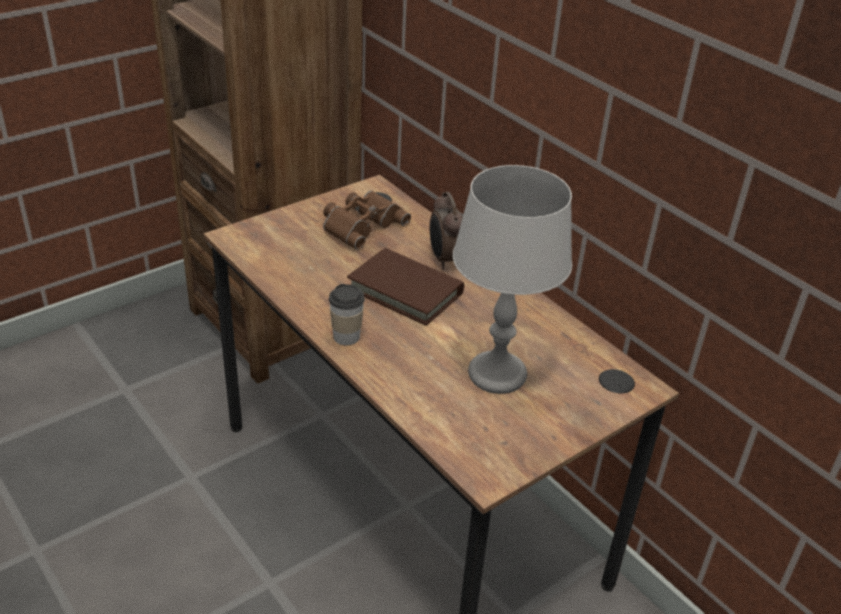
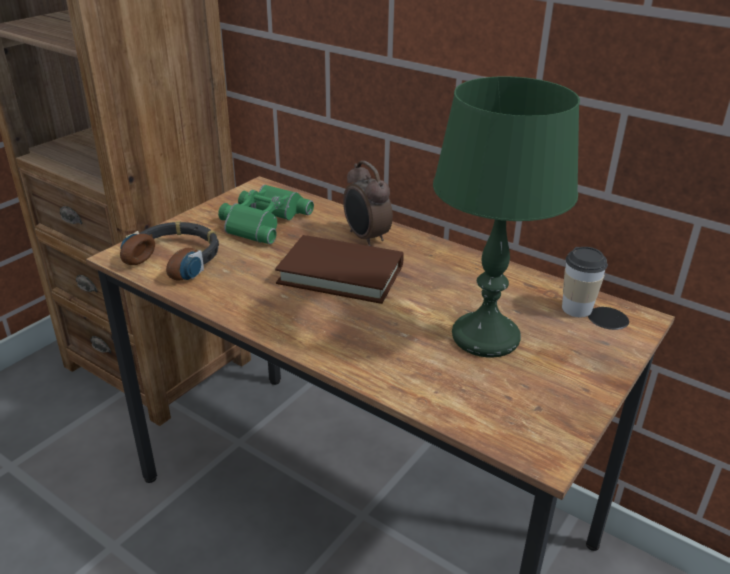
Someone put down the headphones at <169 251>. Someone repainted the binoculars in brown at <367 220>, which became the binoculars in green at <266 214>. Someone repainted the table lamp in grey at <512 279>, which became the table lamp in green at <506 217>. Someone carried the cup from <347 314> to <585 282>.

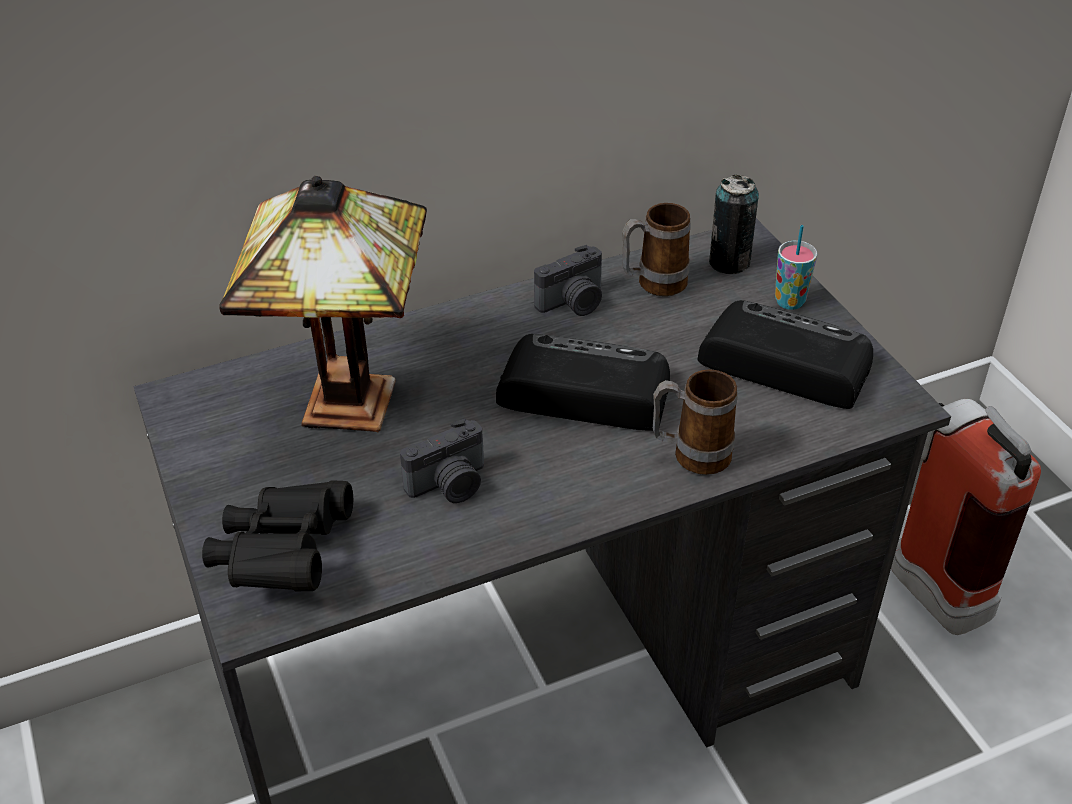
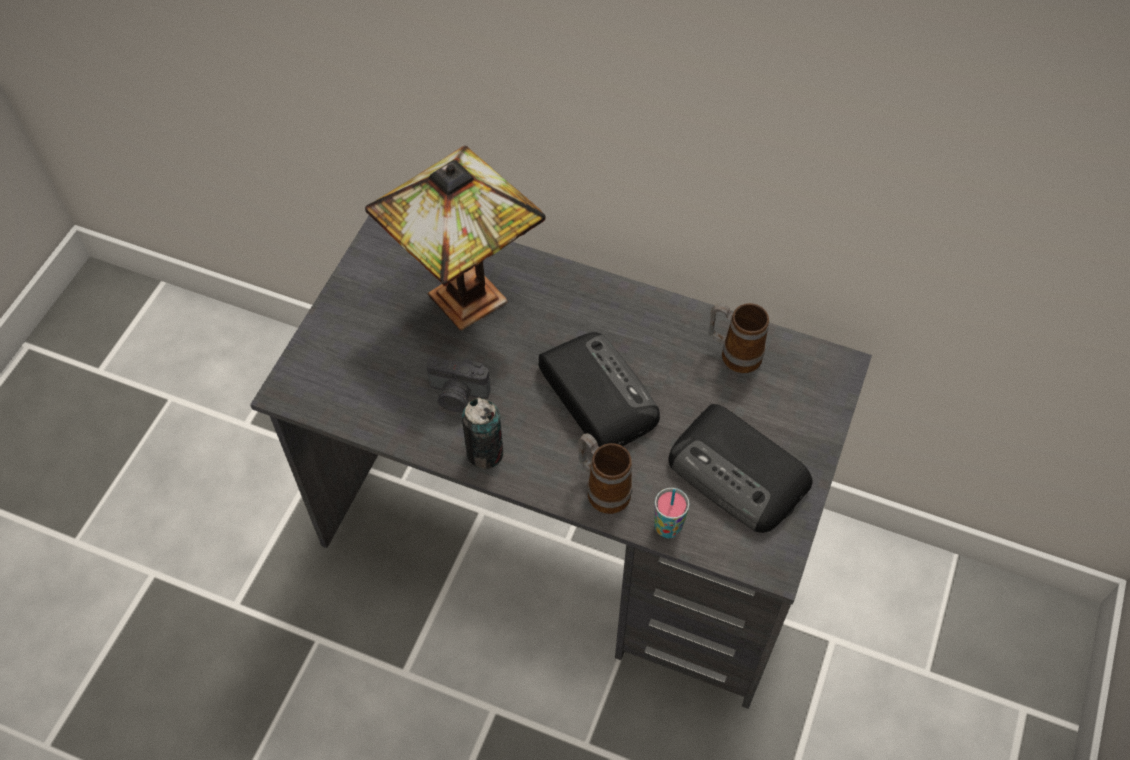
Someone carried the can from <734 224> to <483 433>. Someone carried the cup from <796 267> to <672 513>. Someone rotated the radio at <785 354> by 150 degrees clockwise. Someone took away the binoculars in black at <277 535>. Someone took away the photo camera at <568 280>. Someone took away the fire extinguisher at <966 517>.

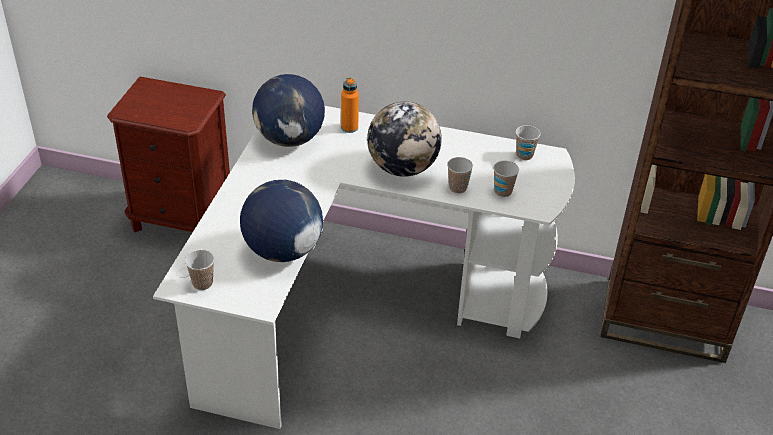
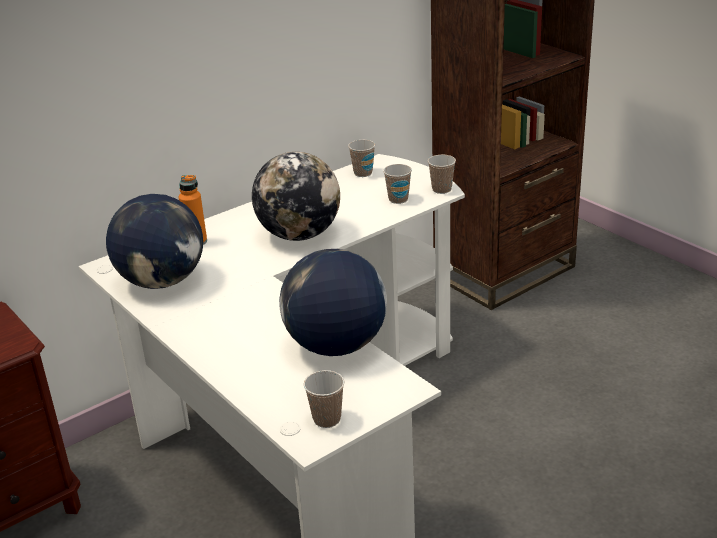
Someone carried the cup from <460 175> to <442 174>.

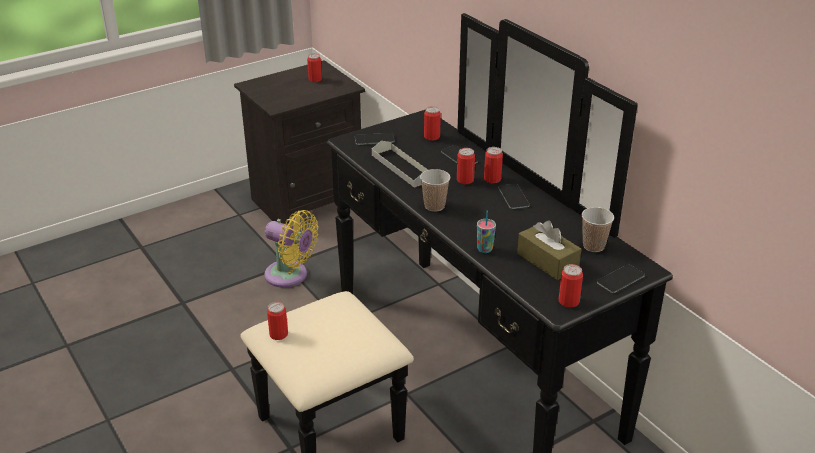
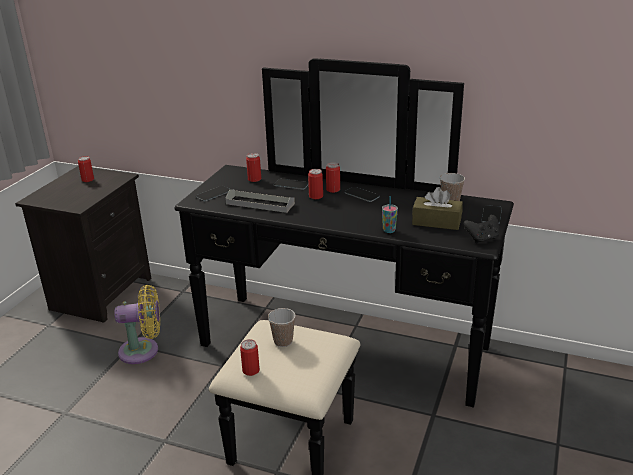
Someone carried the cup from <435 190> to <282 327>. Someone swapped the can at <570 286> for the game controller in black at <482 228>.

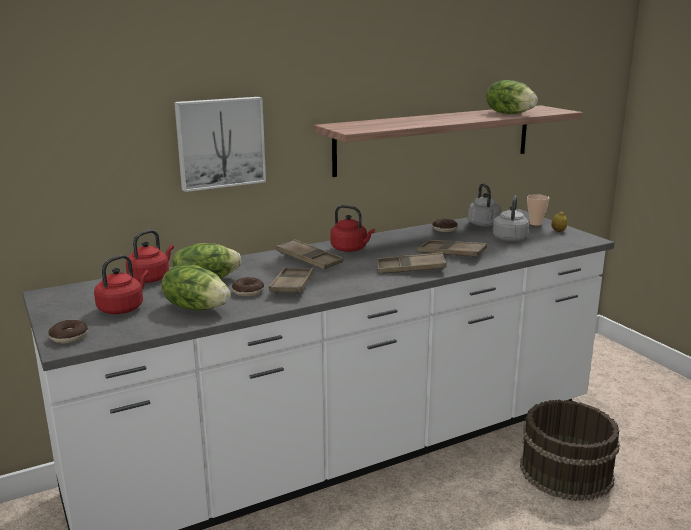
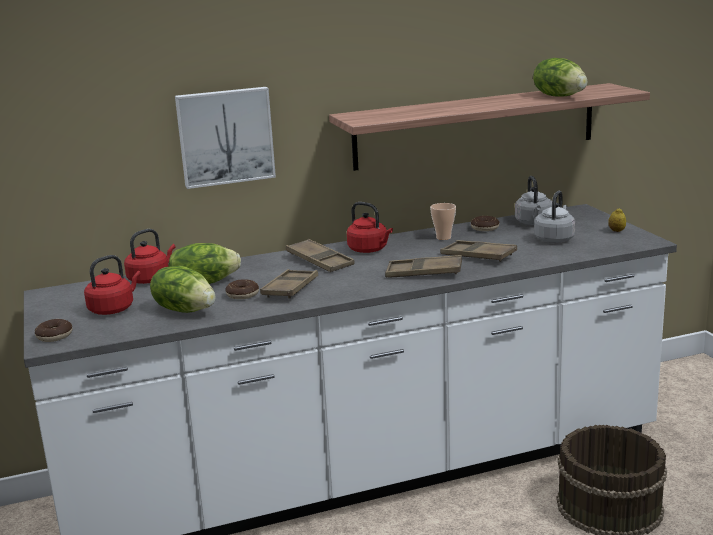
Someone carried the cup from <538 210> to <443 221>.

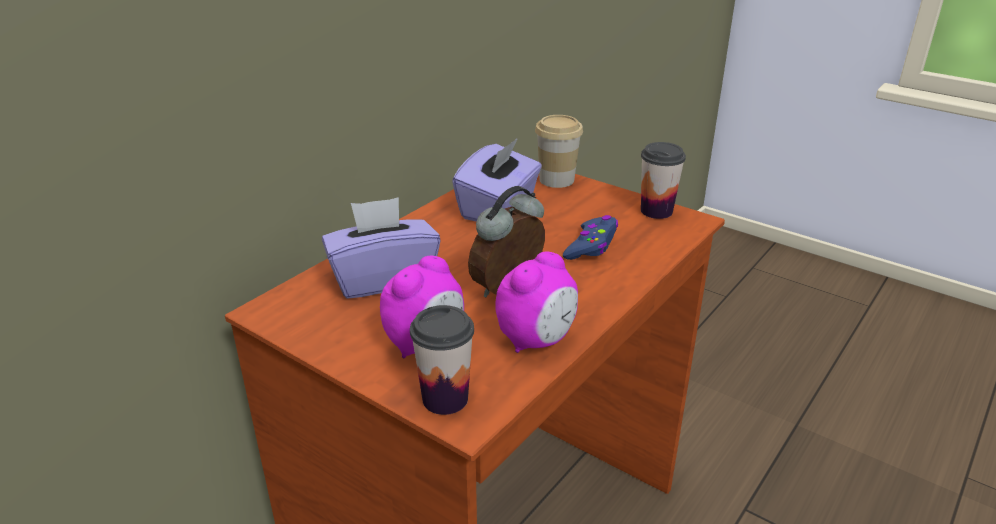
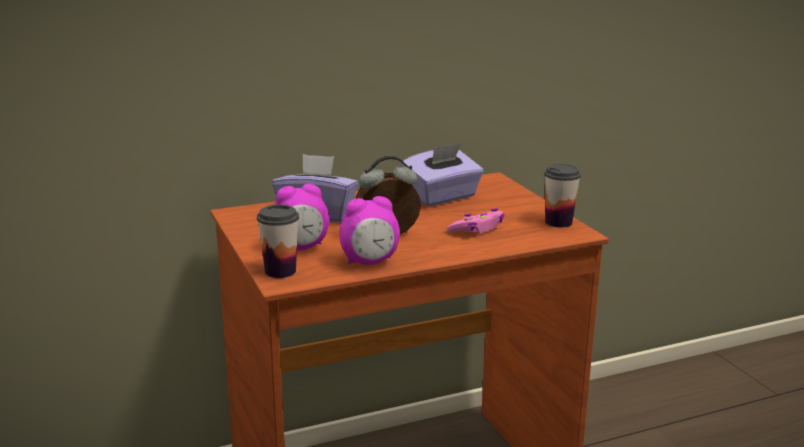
Someone repainted the game controller in blue at <590 237>, which became the game controller in pink at <475 220>. Someone took away the cup at <559 151>.

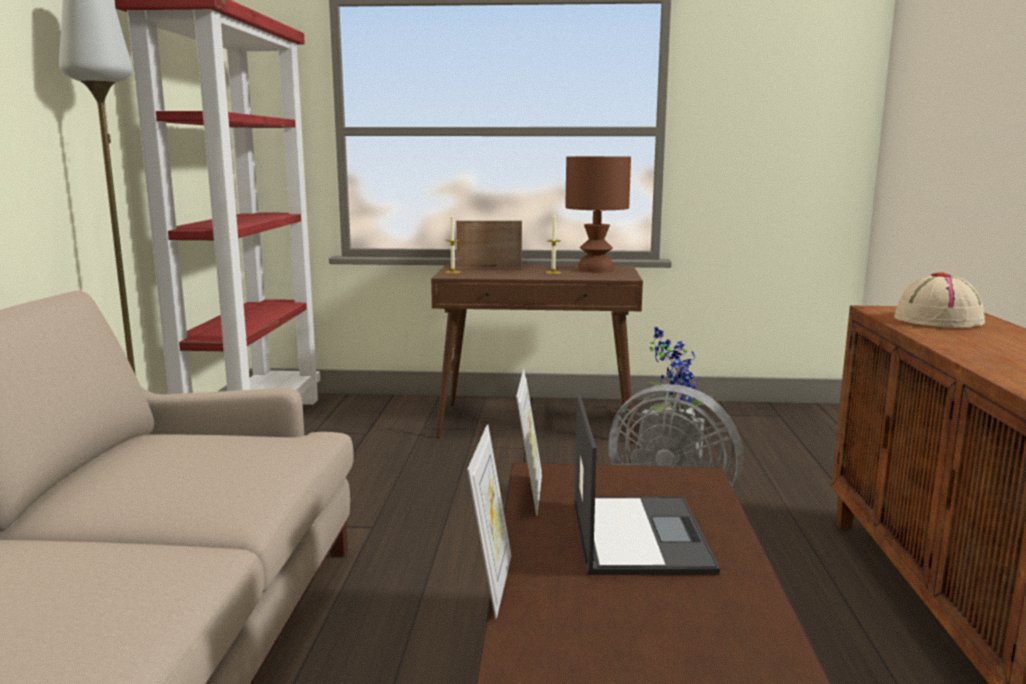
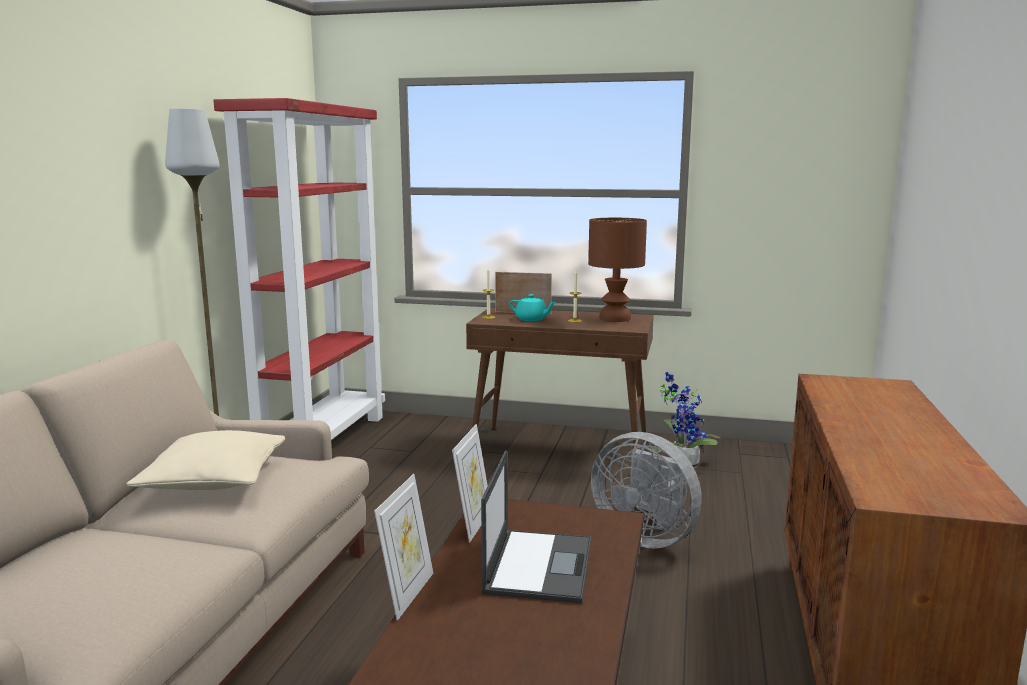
Someone put down the pillow in beige at <206 460>. Someone put down the teapot in turquoise at <533 307>. Someone took away the hat in beige at <939 300>.

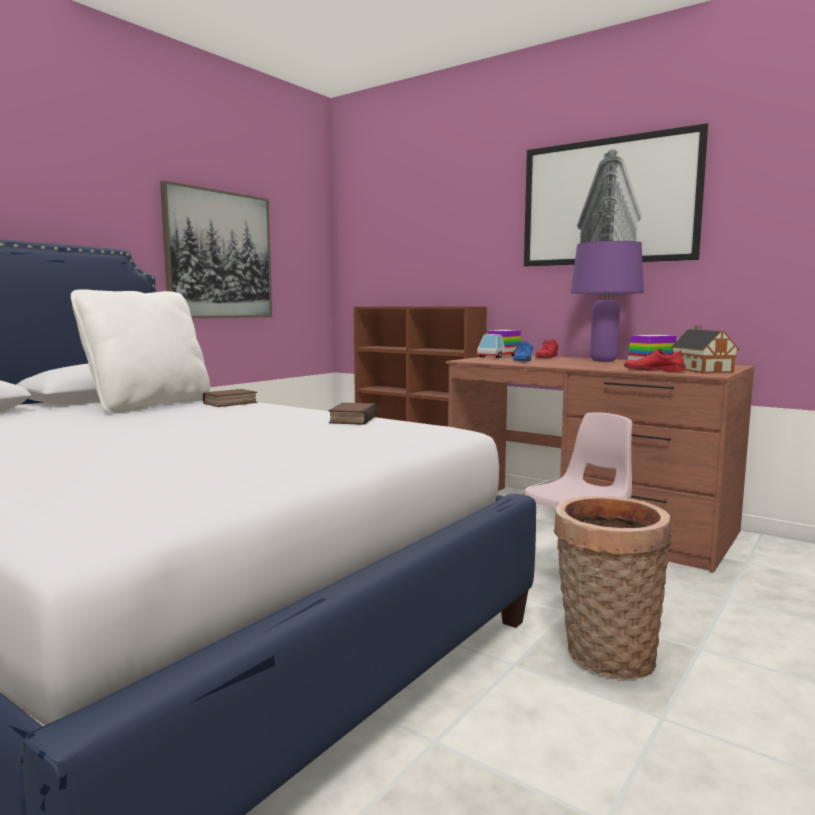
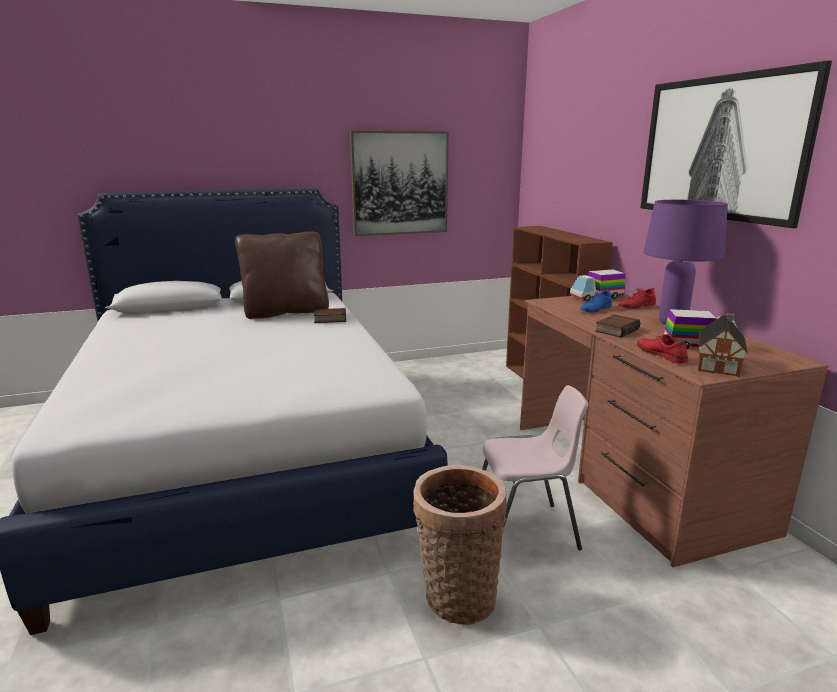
Someone repainted the pillow in white at <140 351>, which became the pillow in brown at <282 275>. Someone carried the book from <352 414> to <617 326>.

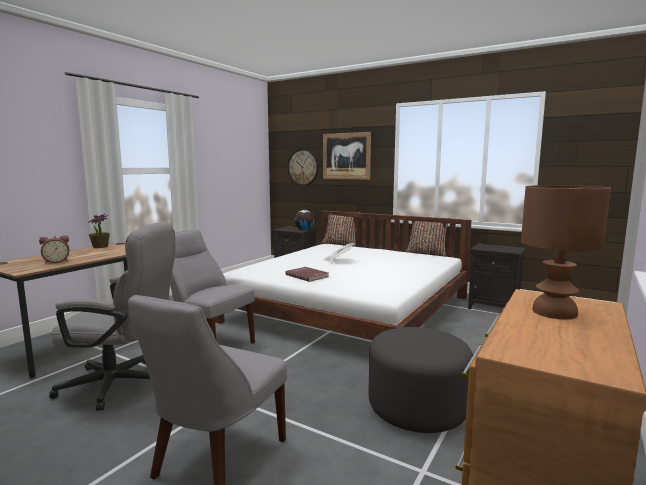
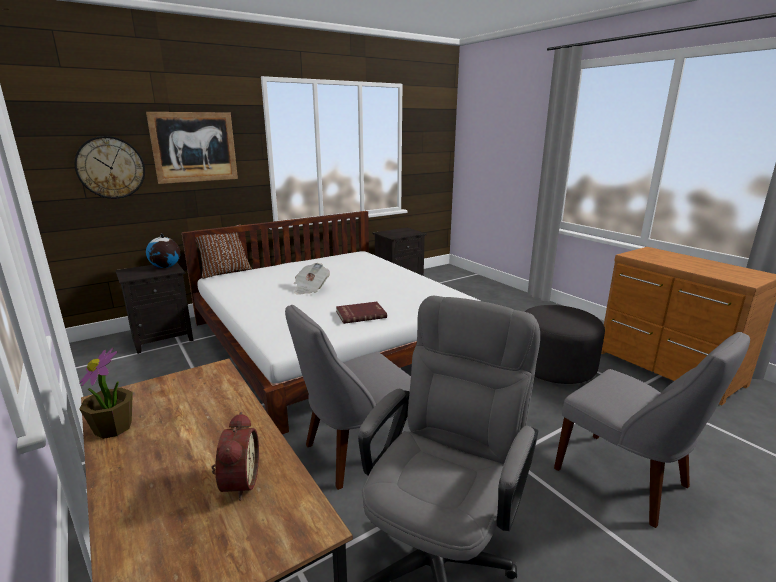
Someone took away the pillow in brown at <428 237>. Someone took away the table lamp in brown at <566 252>.

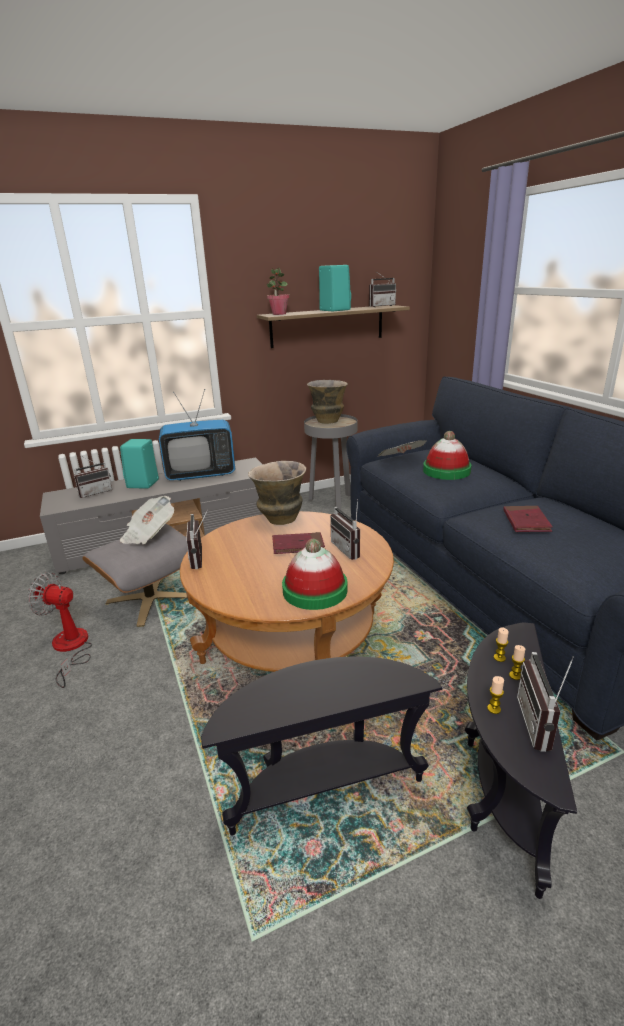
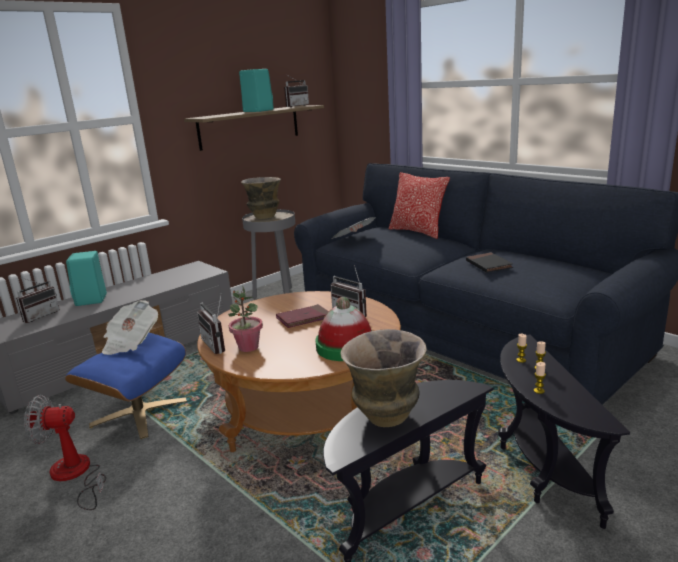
Someone repainted the ottoman in grey at <135 575>, which became the ottoman in blue at <126 386>. Someone carried the potted plant from <278 291> to <245 319>. Someone carried the vase from <277 493> to <383 378>. Someone put down the pillow at <419 205>. Someone repainted the book in red at <528 519>, which became the book in black at <489 263>. Someone took away the television at <197 435>. Someone took away the hat at <447 455>. Someone took away the radio at <545 702>.

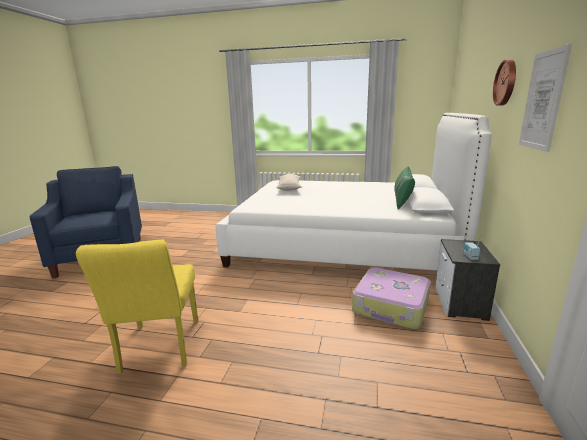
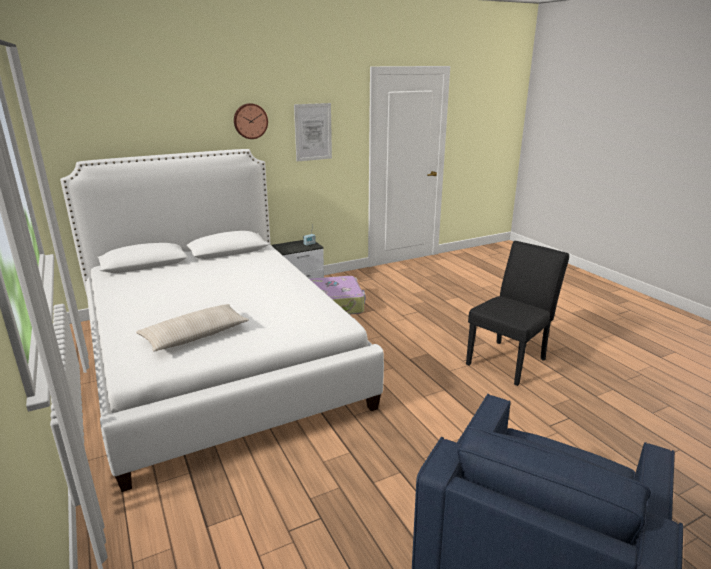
Someone repainted the chair in yellow at <137 307>, which became the chair in black at <517 313>. Someone took away the pillow in green at <404 187>.

